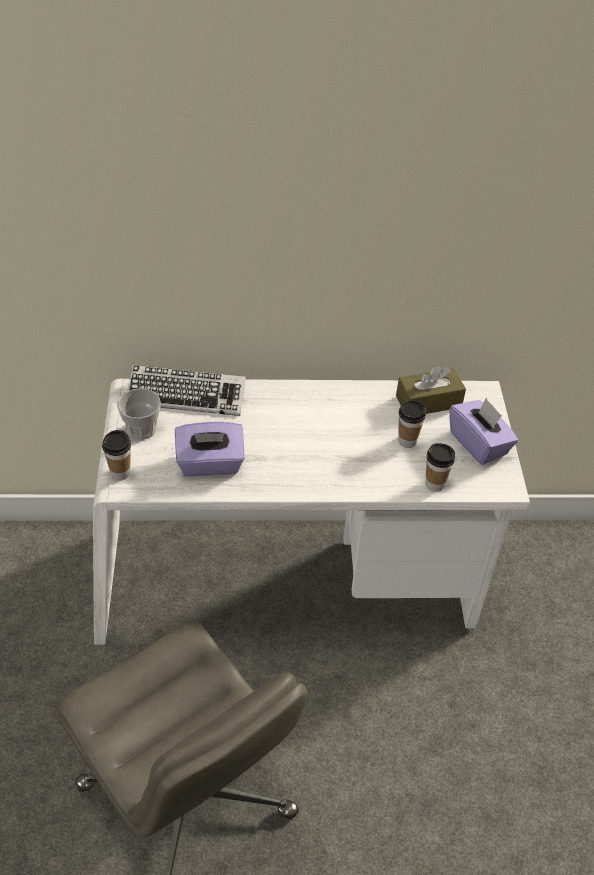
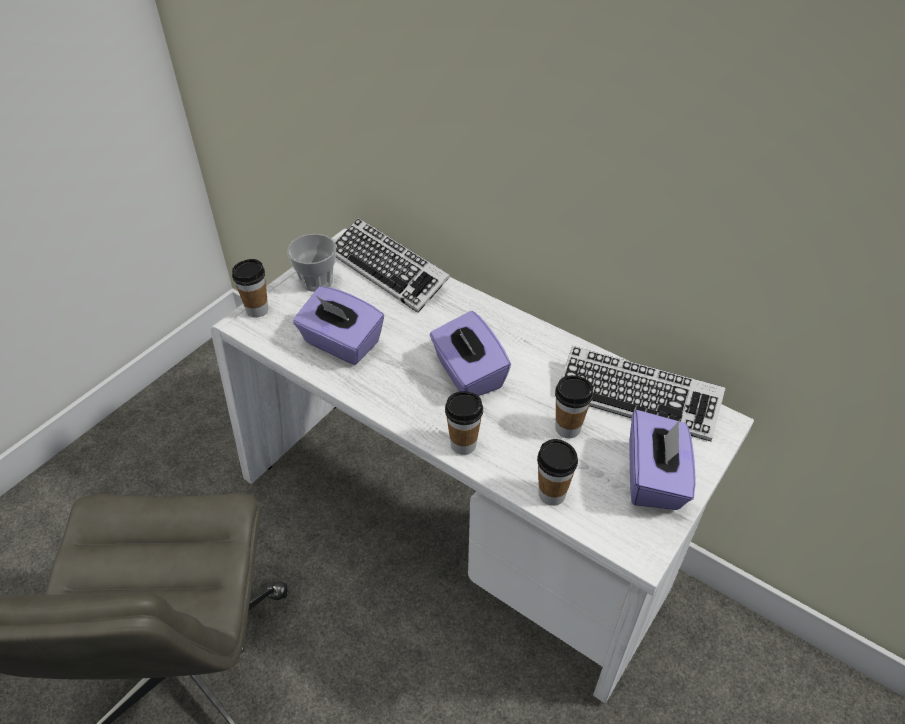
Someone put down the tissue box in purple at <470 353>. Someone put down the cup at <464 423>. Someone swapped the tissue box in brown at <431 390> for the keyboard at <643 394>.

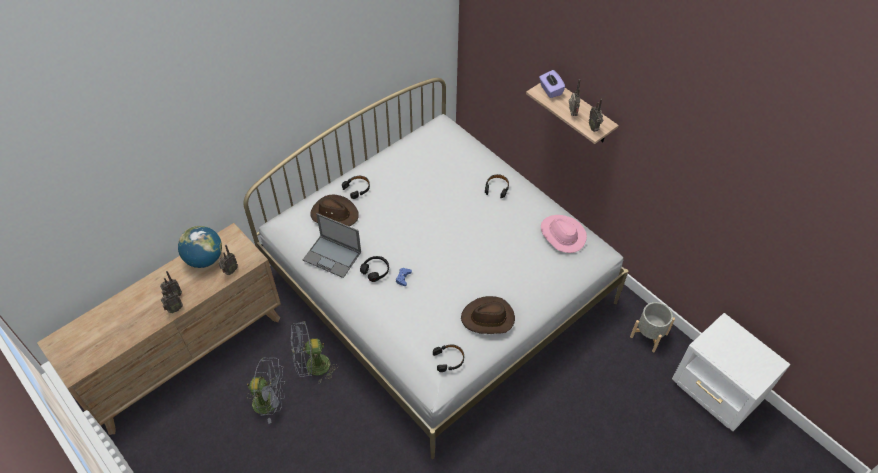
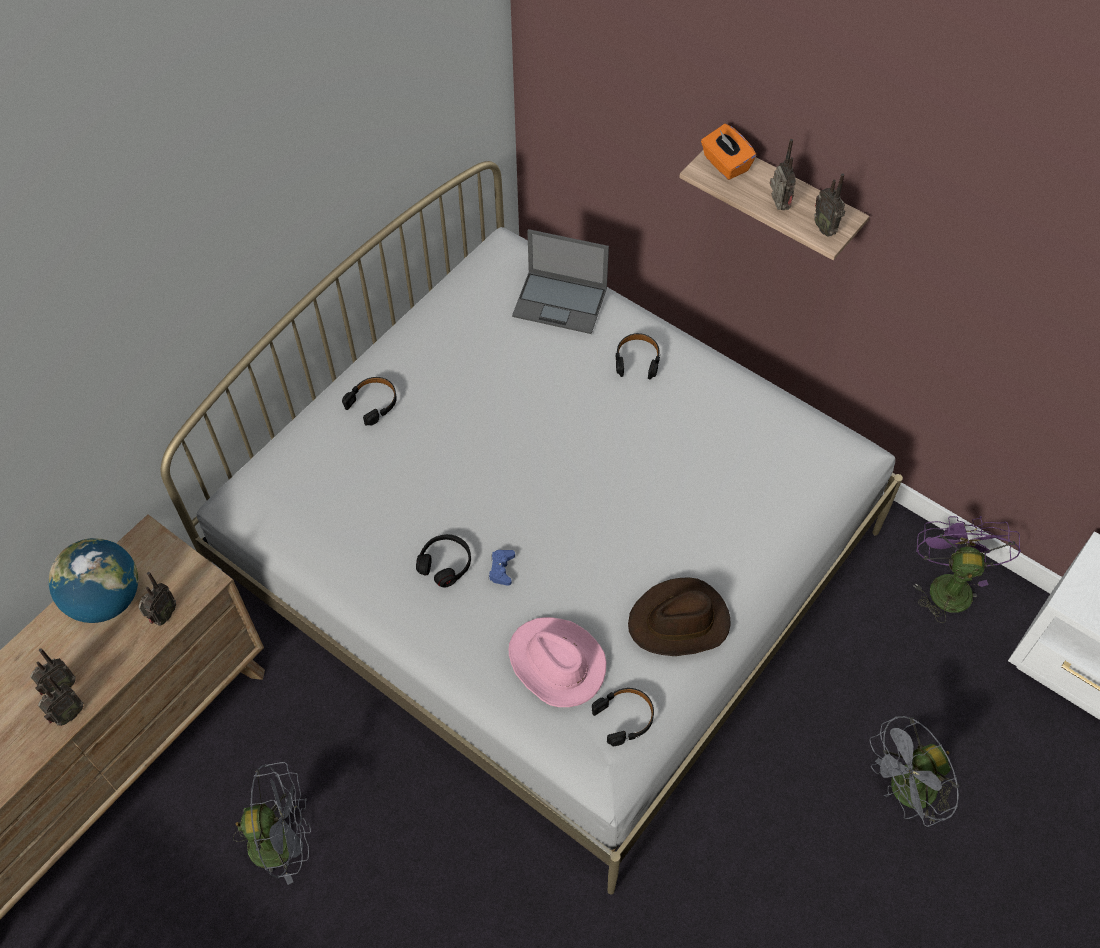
Someone carried the hat in pink from <564 234> to <557 662>. Someone carried the laptop from <332 245> to <560 281>. Someone repainted the tissue box in purple at <552 84>, which became the tissue box in orange at <728 152>. Someone carried the fan in grey from <314 352> to <914 771>. Someone swapped the planter in grey at <652 327> for the fan in purple at <967 569>. Someone took away the hat in brown at <334 210>.

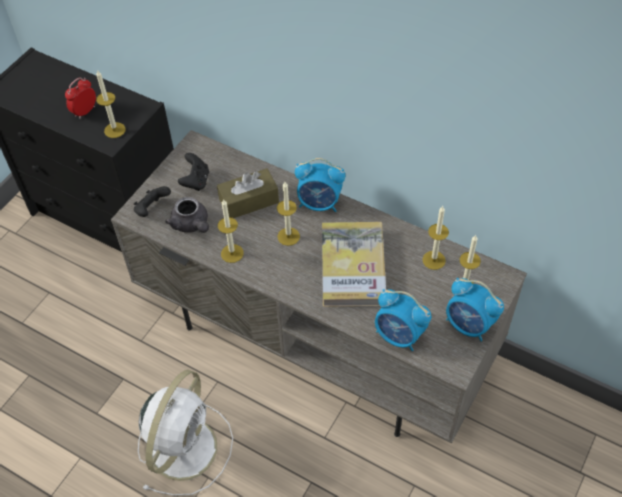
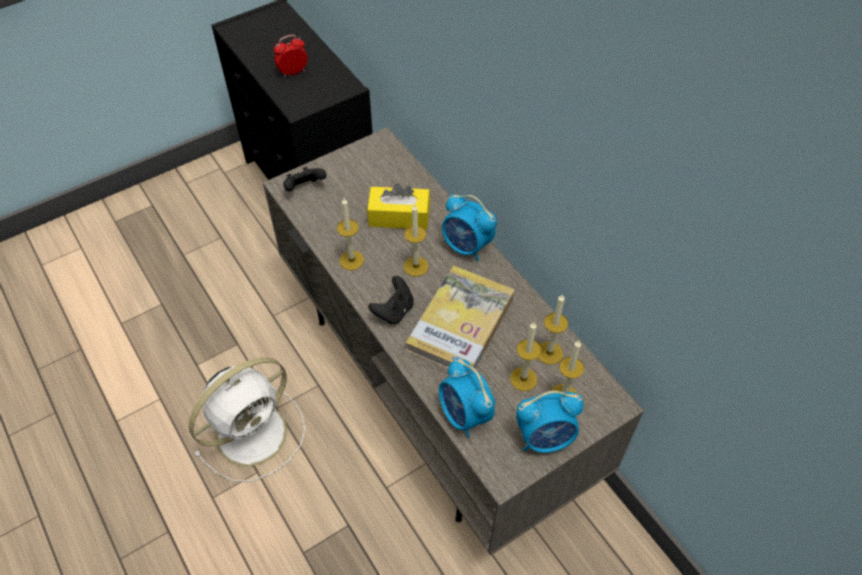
Someone repainted the tissue box in brown at <248 193>, which became the tissue box in yellow at <398 206>. Someone carried the game controller in black from <193 172> to <391 300>. Someone carried the candle from <111 104> to <525 356>. Someone rotated the alarm clock at <475 310> by 75 degrees counterclockwise. Someone took away the teapot in grey at <187 215>.

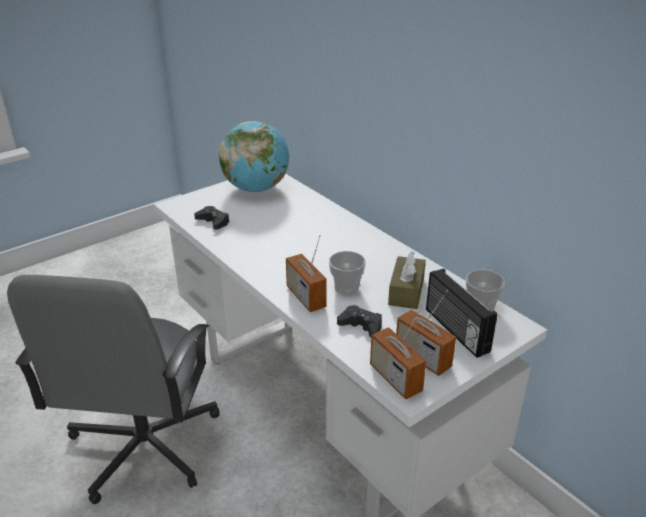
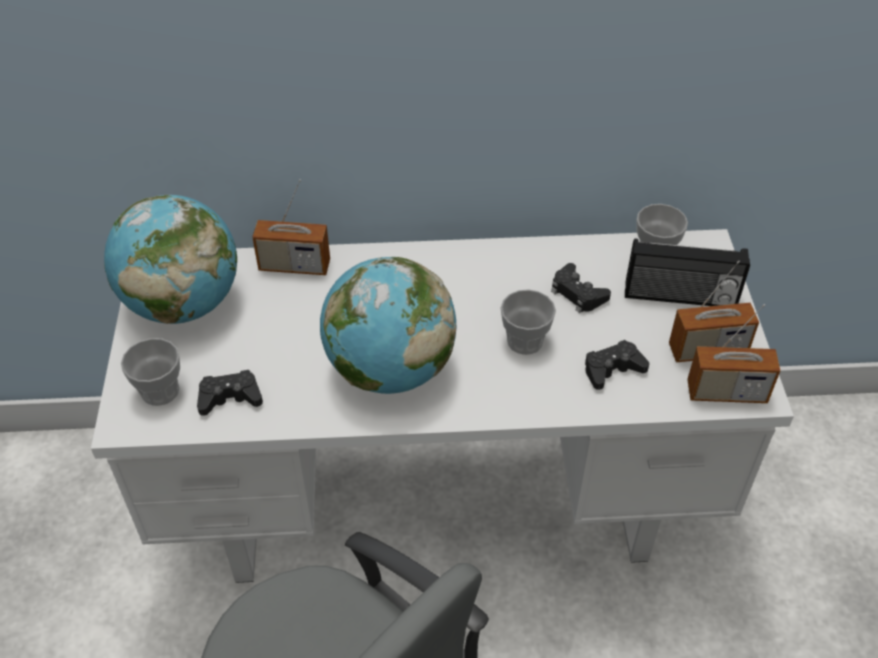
Someone put down the cup at <150 372>. Someone carried the radio from <306 273> to <291 227>. Someone put down the globe at <388 325>. Someone swapped the tissue box in brown at <407 280> for the game controller in black at <581 288>.

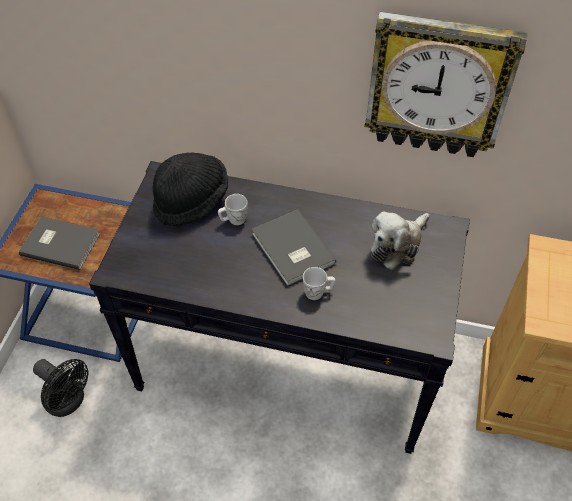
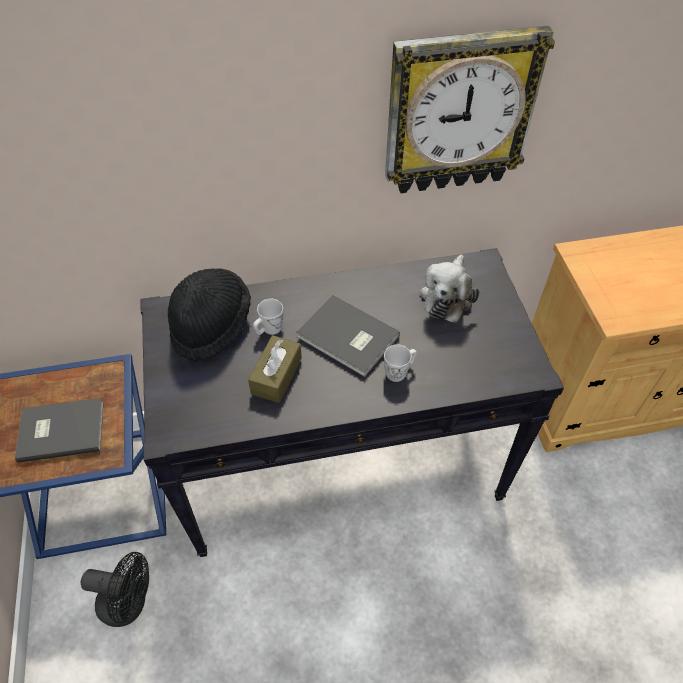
Someone put down the tissue box in brown at <275 369>.

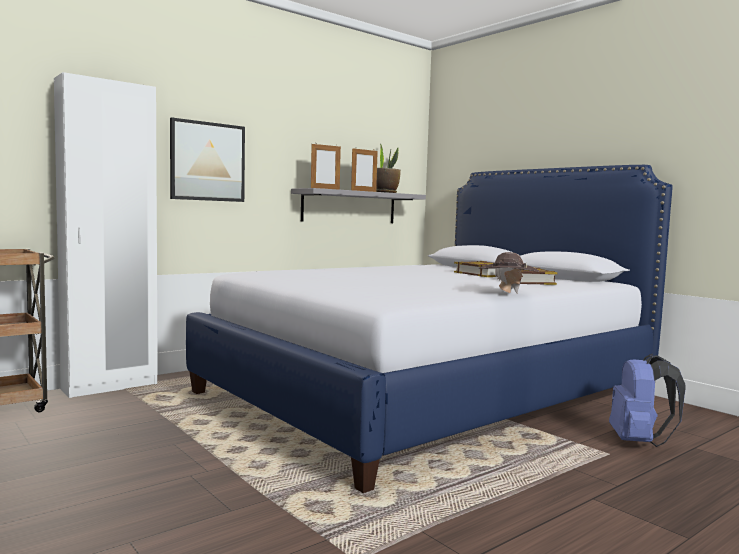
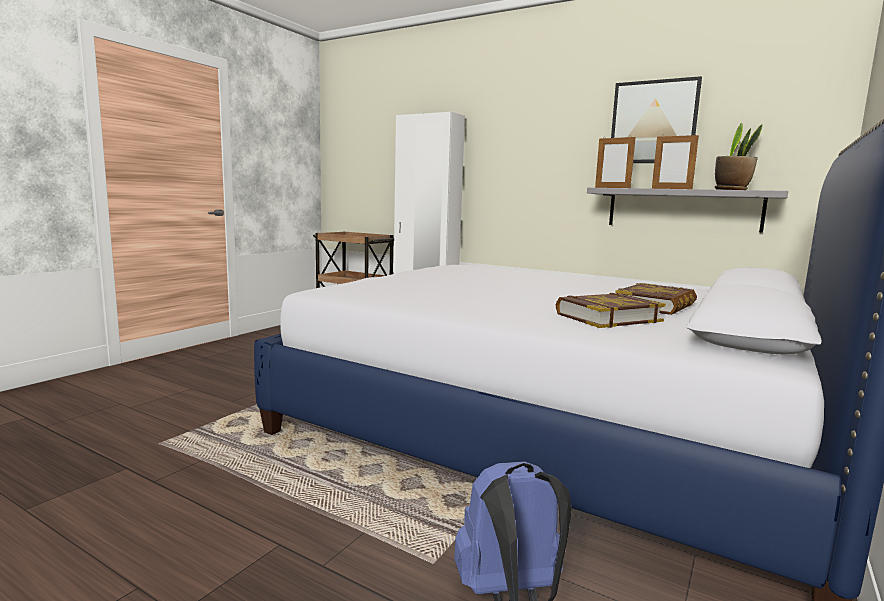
Someone carried the picture from <207 159> to <656 119>. Someone took away the hat in brown at <509 273>.

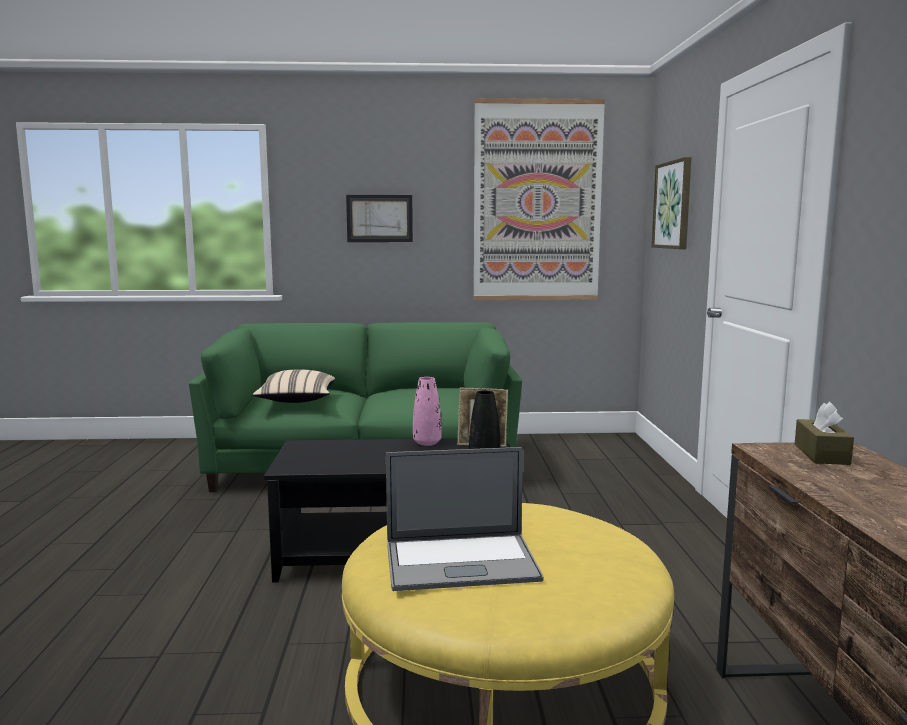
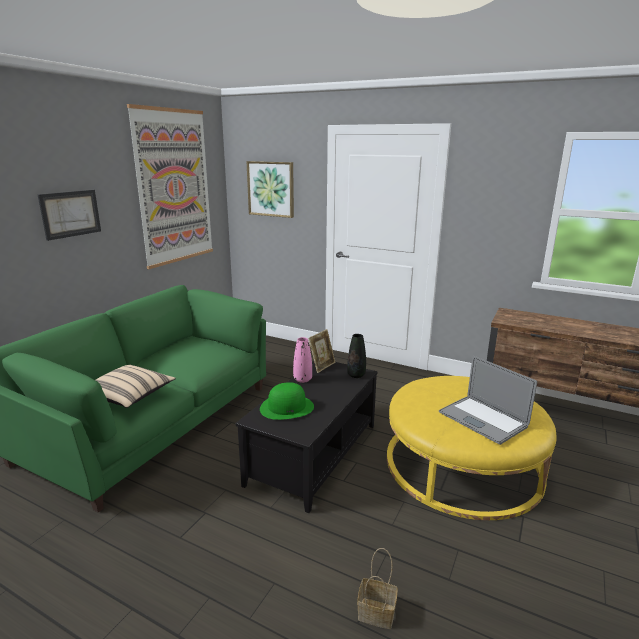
Someone put down the hat in green at <287 401>. Someone put down the basket at <377 588>. Someone rotated the laptop at <464 519> by 120 degrees clockwise. Someone took away the tissue box in brown at <824 433>.

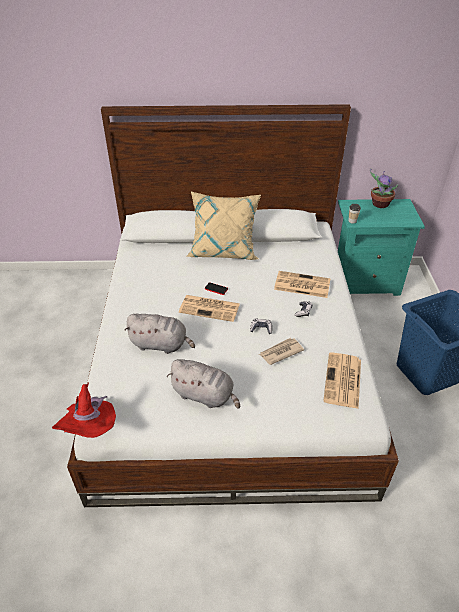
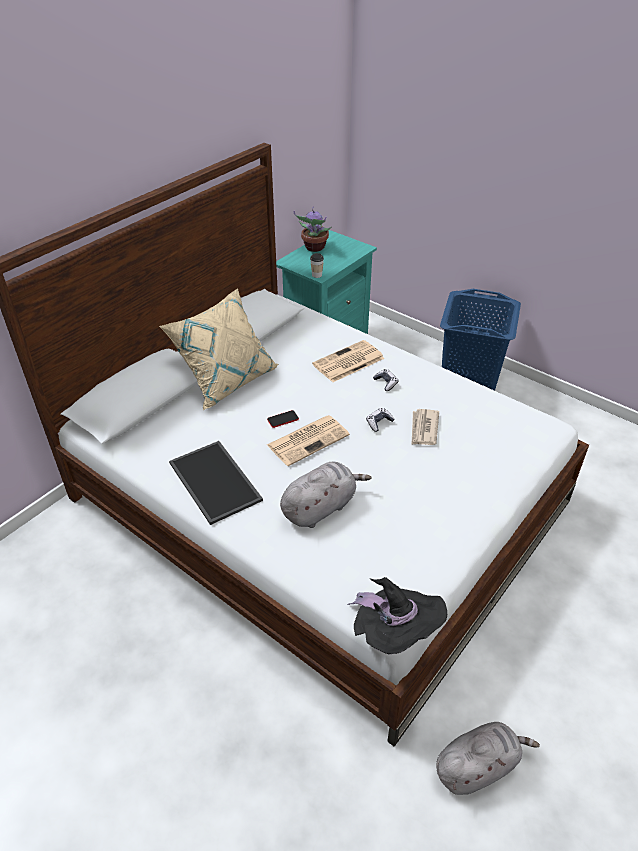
Someone put down the tray at <216 483>. Someone repainted the hat in red at <84 410>, which became the hat in black at <397 615>. Someone carried the plush toy in grey from <203 384> to <488 758>. Someone took away the newspaper at <342 380>.

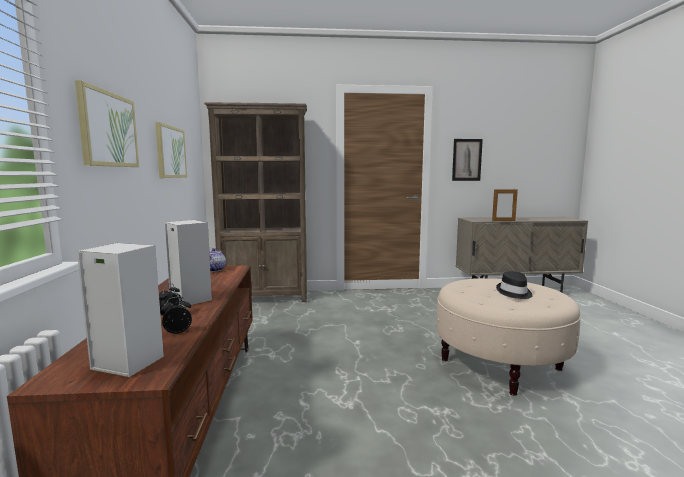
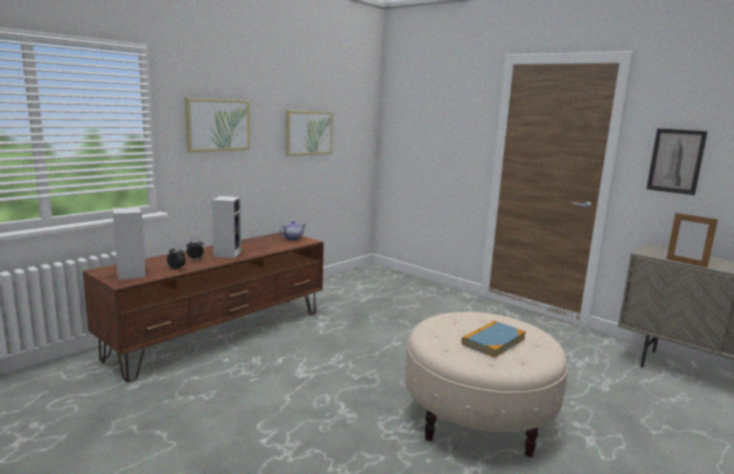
Someone swapped the hat in black at <514 285> for the book at <493 339>. Someone took away the bookcase in brown at <255 202>.

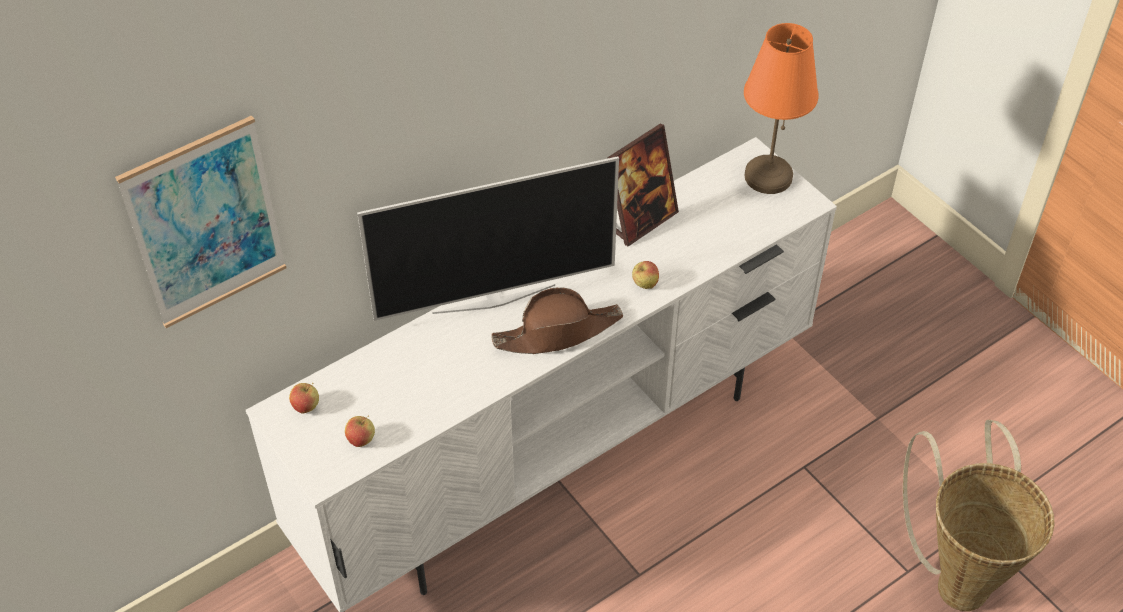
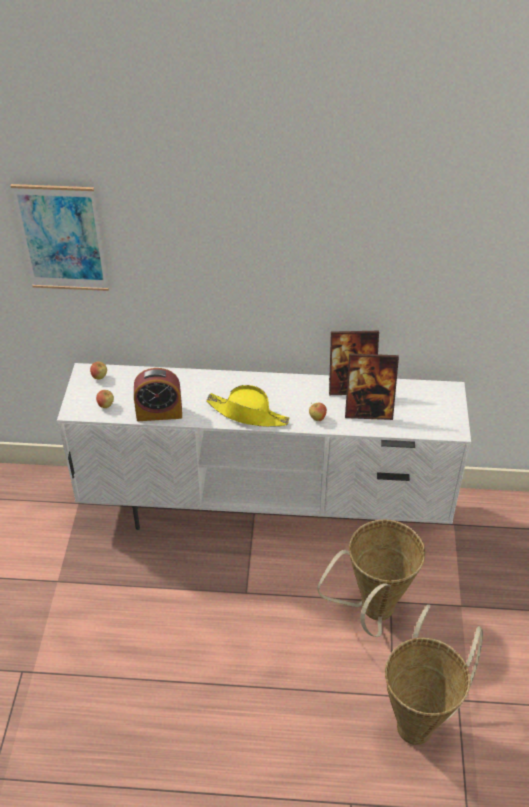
Someone put down the alarm clock at <158 394>. Someone repainted the hat in brown at <557 320>, which became the hat in yellow at <248 406>. Someone put down the basket at <371 578>. Someone put down the picture frame at <372 386>. Someone took away the television at <488 238>. Someone took away the table lamp in orange at <781 108>.

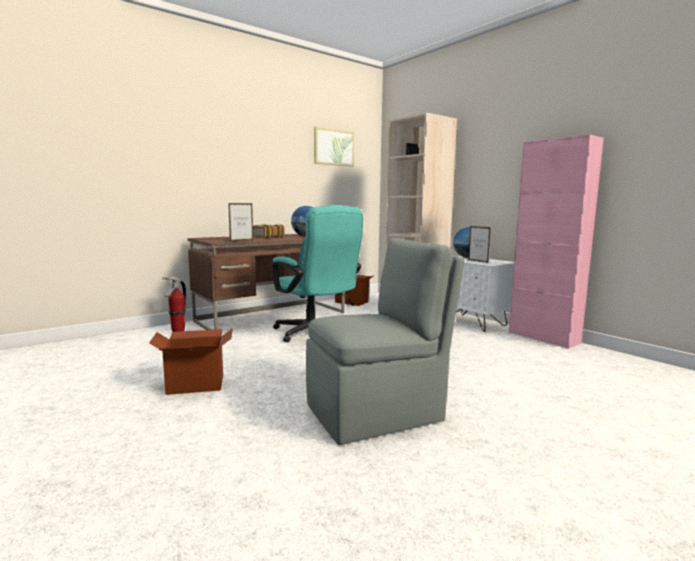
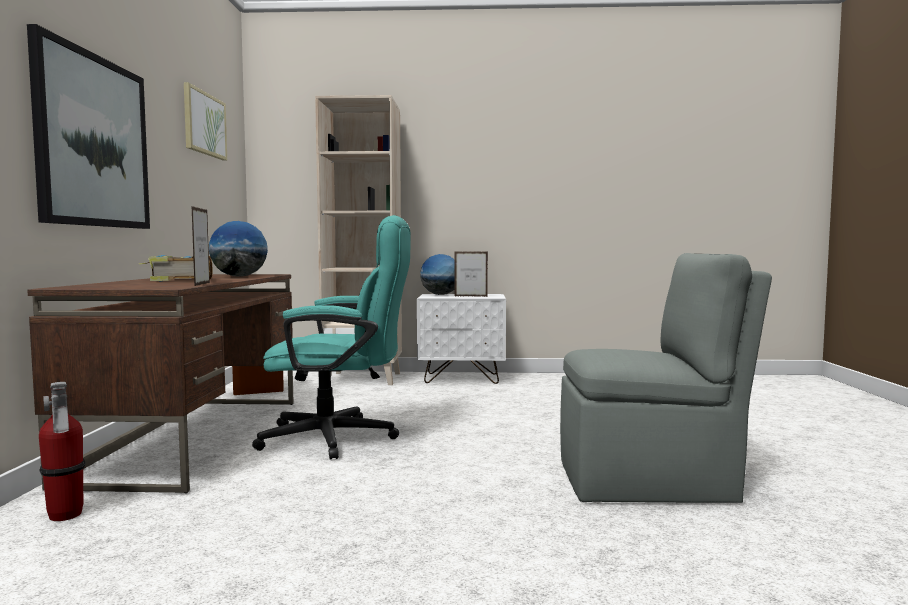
Someone put up the picture at <88 126>. Someone rotated the chair in grey at <385 341> by 75 degrees clockwise. Someone took away the cardboard box at <191 361>. Someone took away the cabinet in pink at <556 242>.

